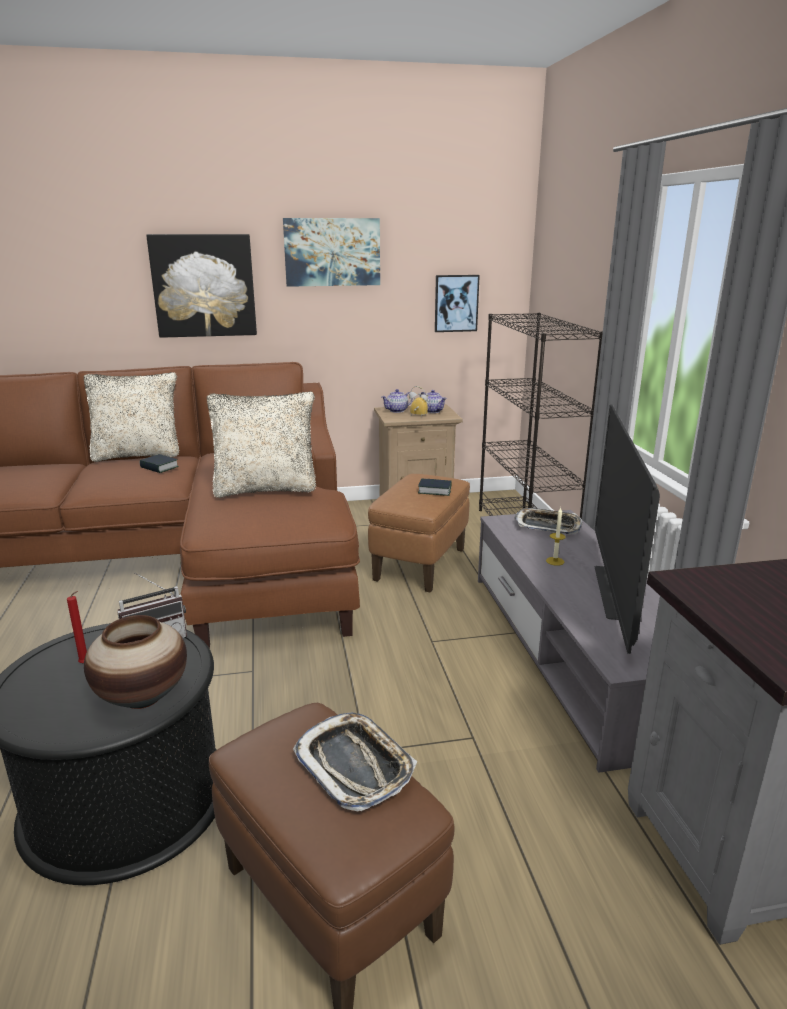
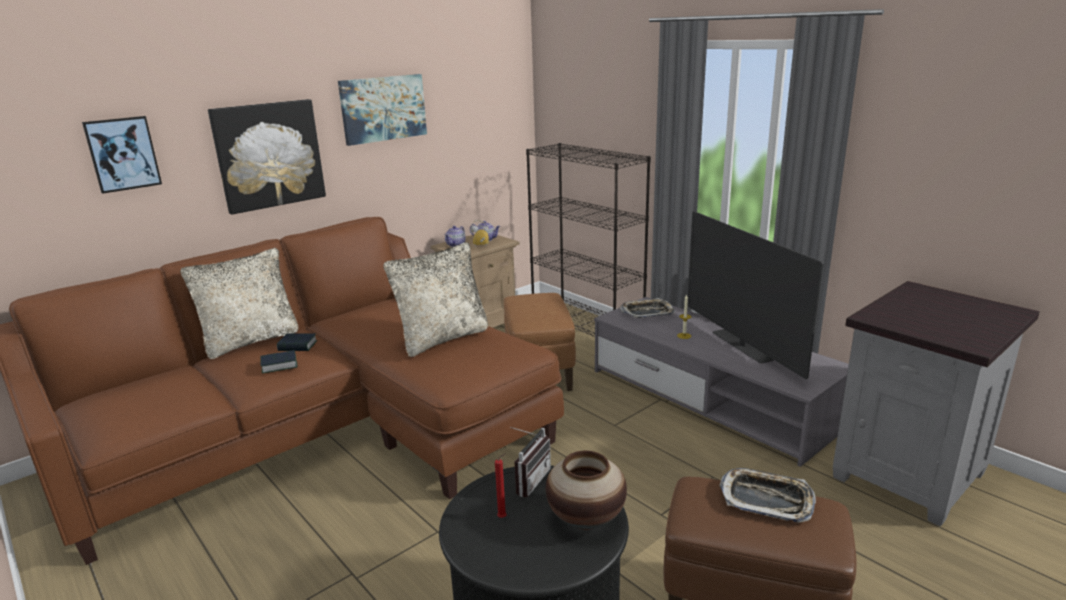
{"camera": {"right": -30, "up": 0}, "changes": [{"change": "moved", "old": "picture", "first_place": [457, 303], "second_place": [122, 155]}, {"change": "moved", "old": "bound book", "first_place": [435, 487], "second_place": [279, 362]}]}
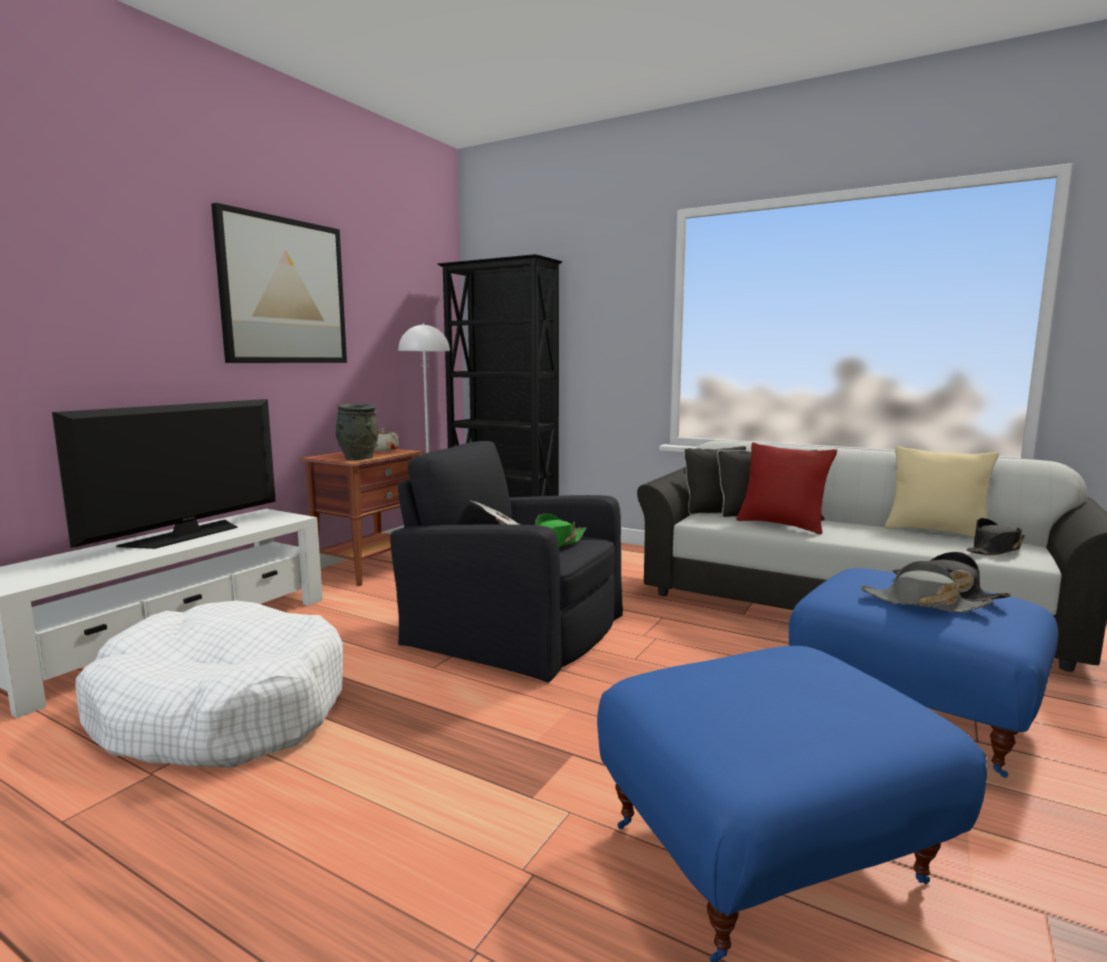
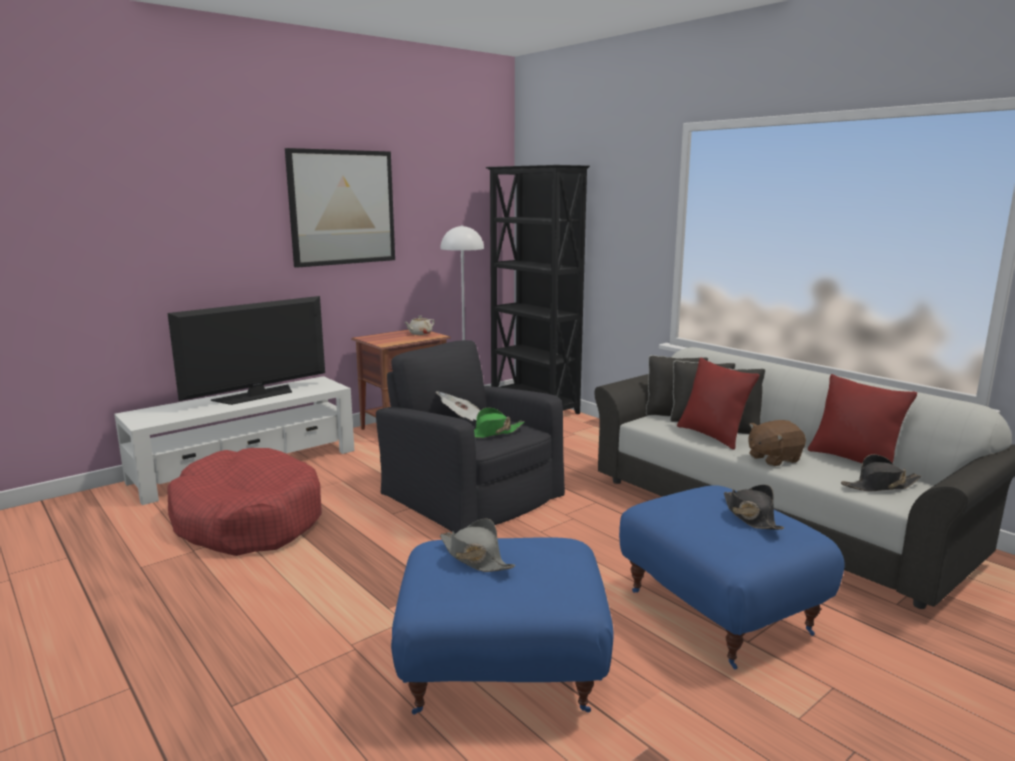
{"camera": {"right": 20, "up": 5}, "changes": [{"change": "removed", "old": "grey vase", "first_place": [357, 432]}, {"change": "recoloured", "old": "sand-coloured throw pillow", "new": "reddish throw pillow", "first_place": [942, 491], "second_place": [862, 418]}, {"change": "moved", "old": "grey hat", "first_place": [927, 586], "second_place": [477, 545]}, {"change": "recoloured", "old": "whitish dog cushion", "new": "reddish dog cushion", "first_place": [209, 684], "second_place": [244, 502]}, {"change": "added", "new": "brown-coloured cuddly toy", "second_place": [777, 443]}]}
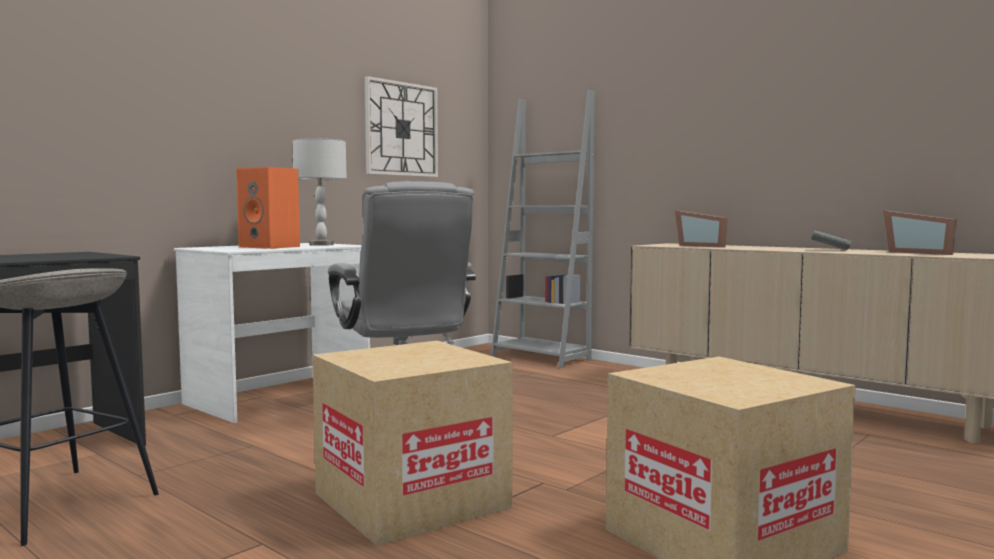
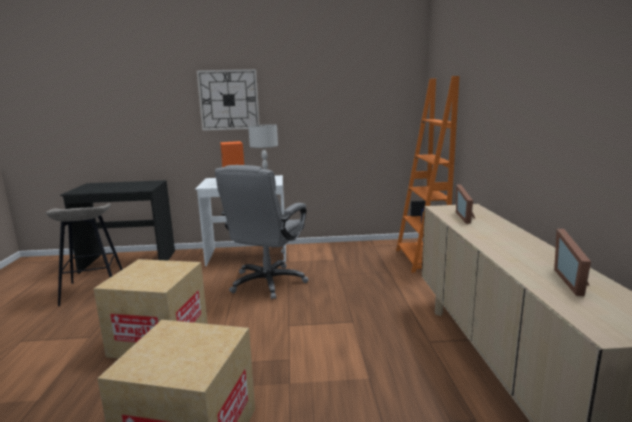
{"camera": {"right": 45, "up": 10}, "changes": [{"change": "moved", "old": "clock on the wall", "first_place": [401, 126], "second_place": [228, 100]}, {"change": "recoloured", "old": "grey bookcase", "new": "orange bookcase", "first_place": [543, 229], "second_place": [427, 174]}, {"change": "removed", "old": "grey bound book", "first_place": [831, 240]}]}
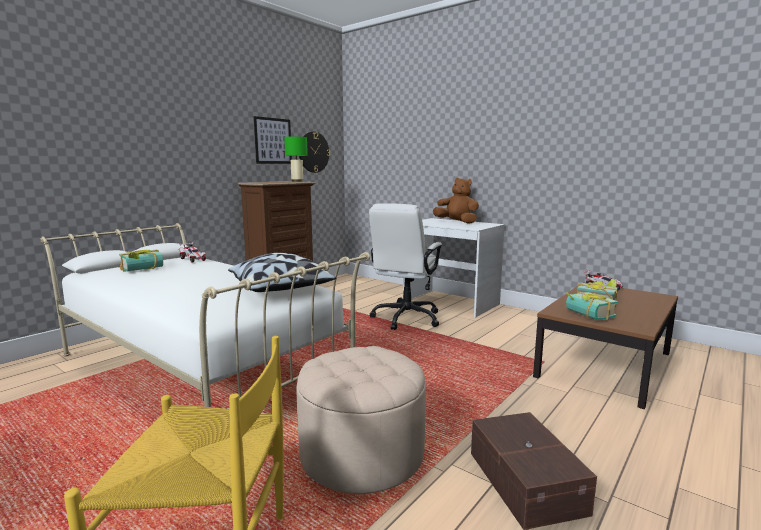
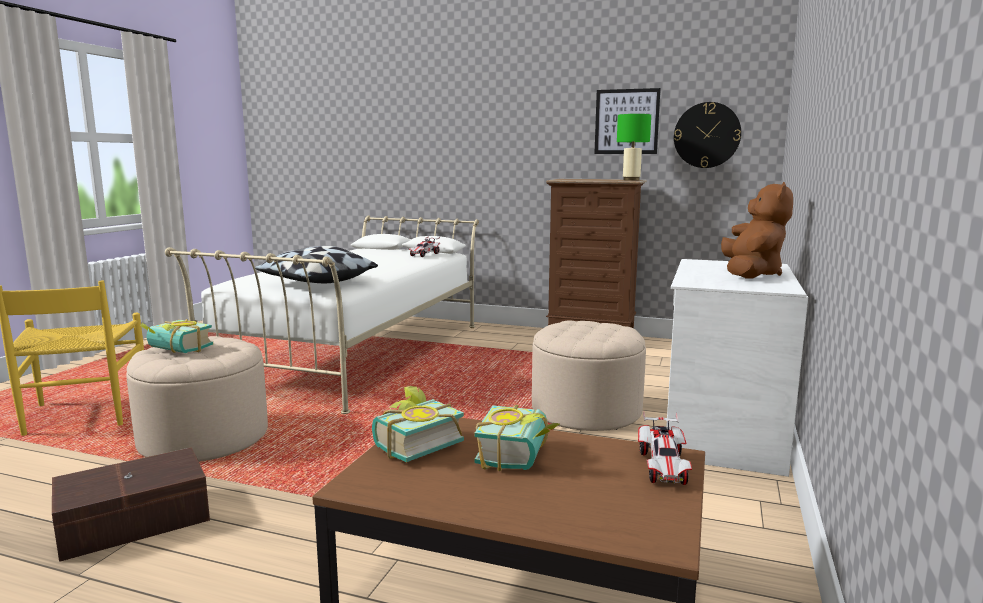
{"camera": {"right": 70, "up": 0}, "changes": [{"change": "replaced", "old": "whitish desk chair", "new": "sand-coloured pouffe", "first_place": [405, 266], "second_place": [589, 376]}, {"change": "moved", "old": "bound book", "first_place": [141, 261], "second_place": [176, 336]}]}
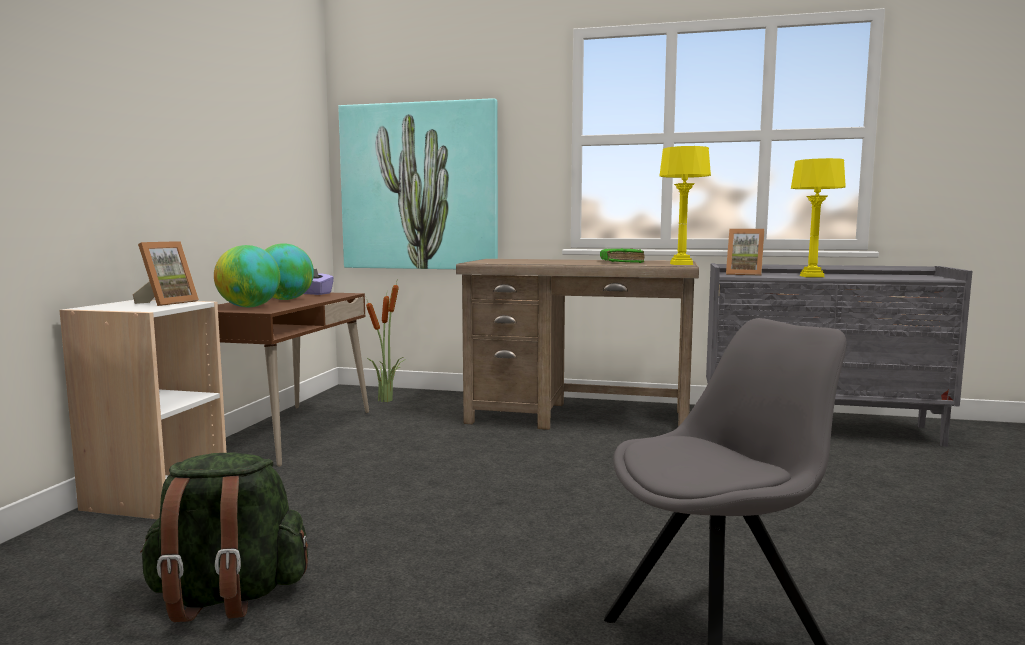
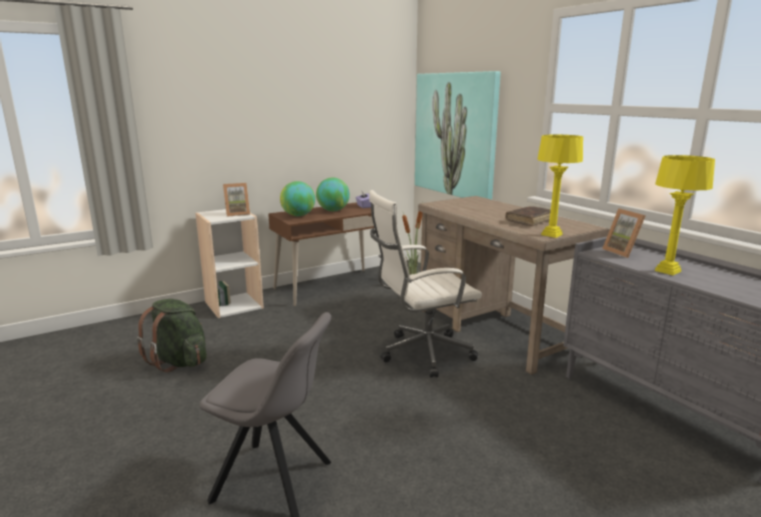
{"camera": {"right": 45, "up": 10}, "changes": [{"change": "recoloured", "old": "green-coloured bound book", "new": "brown-coloured bound book", "first_place": [622, 255], "second_place": [528, 216]}, {"change": "added", "new": "whitish desk chair", "second_place": [425, 284]}]}
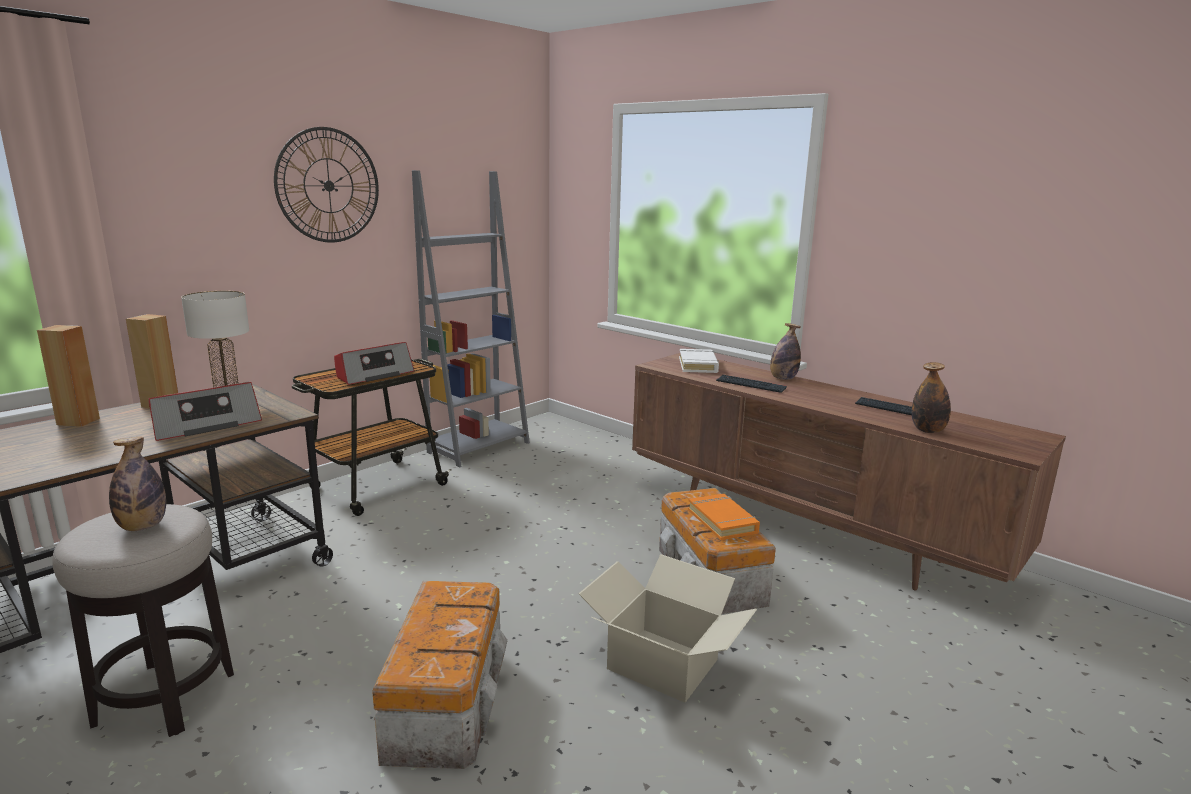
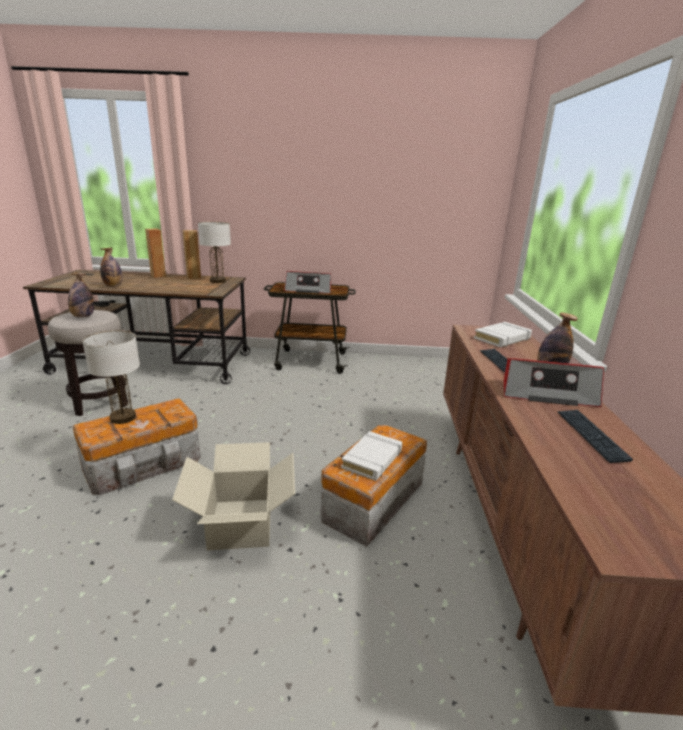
{"camera": {"right": 50, "up": 5}, "changes": [{"change": "removed", "old": "clock on the wall", "first_place": [326, 185]}, {"change": "removed", "old": "grey bookcase", "first_place": [471, 319]}, {"change": "moved", "old": "beverage bottle", "first_place": [931, 397], "second_place": [111, 266]}, {"change": "moved", "old": "radio receiver", "first_place": [205, 411], "second_place": [554, 382]}, {"change": "recoloured", "old": "orange bound book", "new": "whitish bound book", "first_place": [724, 517], "second_place": [371, 456]}, {"change": "added", "new": "table lamp", "second_place": [111, 377]}]}
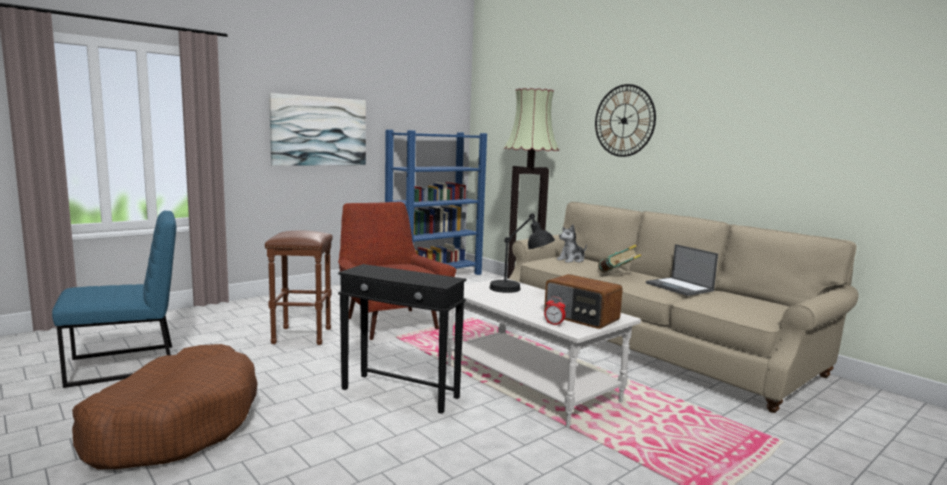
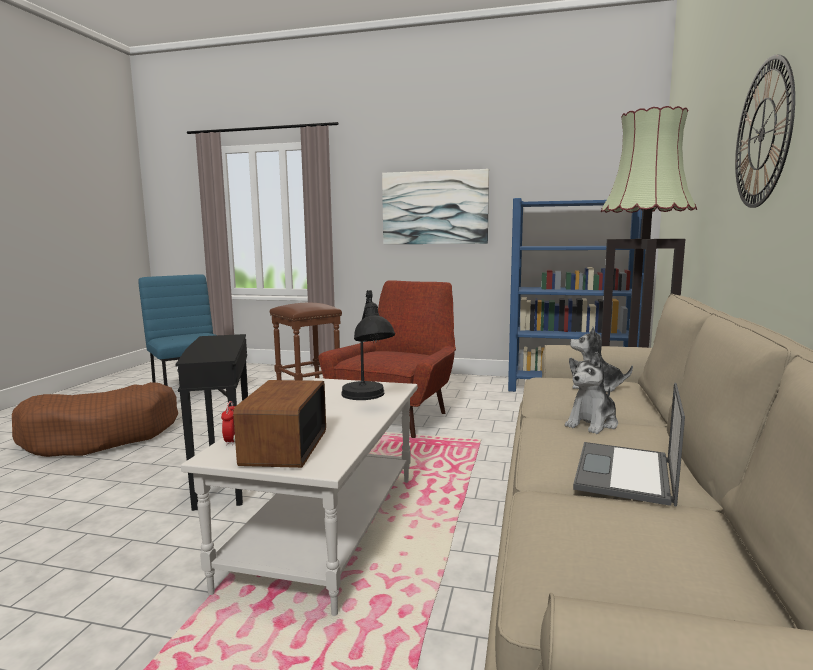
{"camera": {"right": 55, "up": 0}, "changes": [{"change": "turned", "old": "blue plain chair", "first_place": [114, 299], "second_place": [182, 335], "degrees": -150}, {"change": "replaced", "old": "bound book", "new": "cuddly toy", "first_place": [619, 258], "second_place": [591, 393]}]}
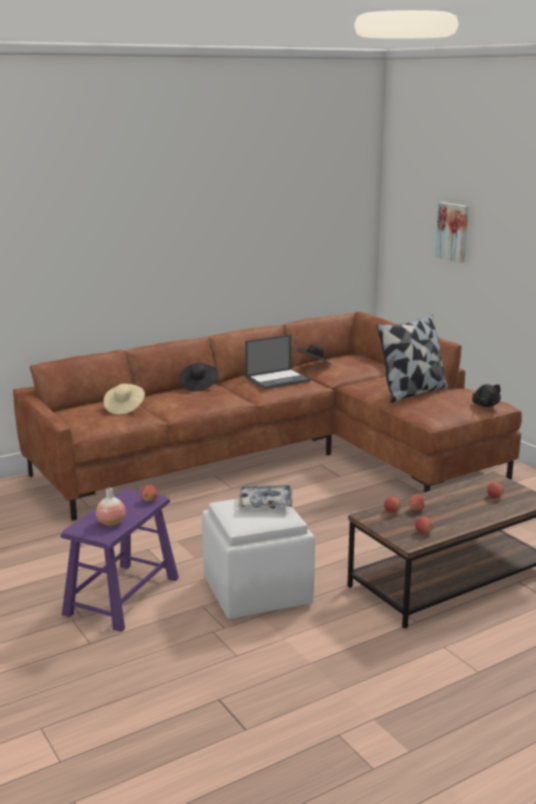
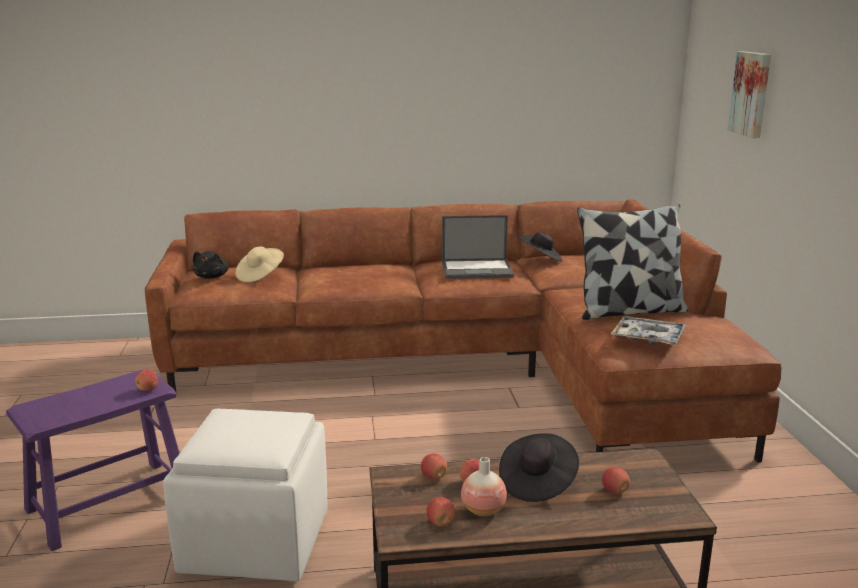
{"camera": {"right": 25, "up": 0}, "changes": [{"change": "moved", "old": "blackish hat", "first_place": [199, 377], "second_place": [539, 467]}, {"change": "moved", "old": "blackish cuddly toy", "first_place": [486, 395], "second_place": [211, 265]}, {"change": "moved", "old": "serving tray", "first_place": [265, 497], "second_place": [648, 331]}, {"change": "moved", "old": "vase", "first_place": [111, 507], "second_place": [484, 487]}]}
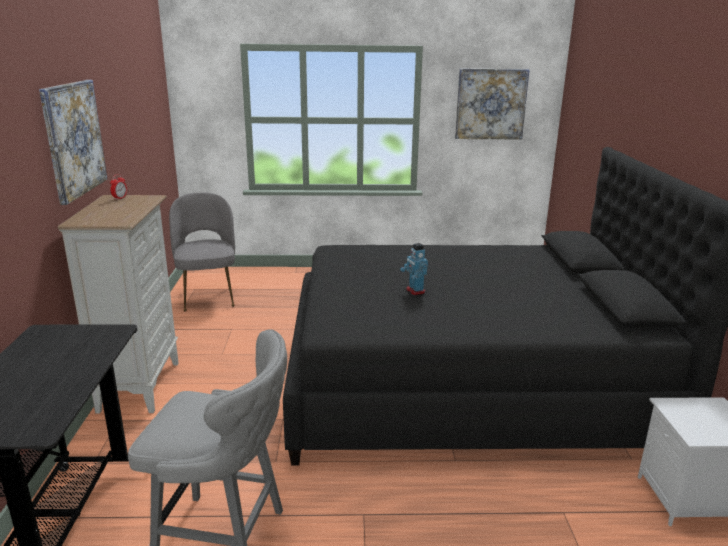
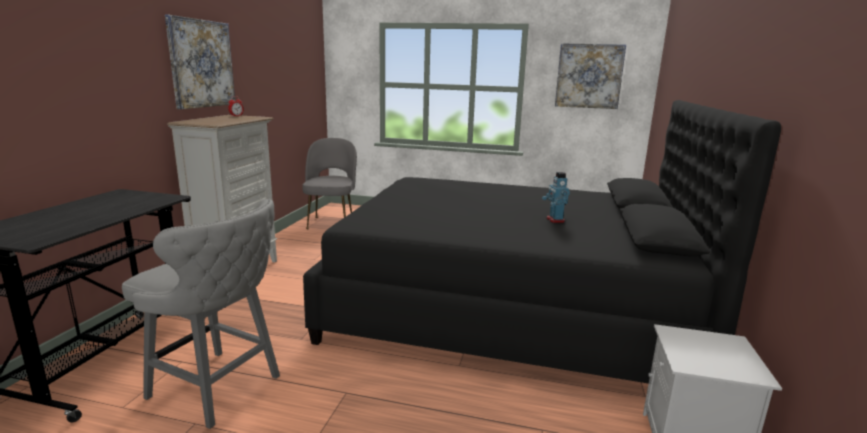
{"camera": {"right": 15, "up": -5}, "changes": [{"change": "moved", "old": "toy robot", "first_place": [414, 269], "second_place": [556, 197]}]}
